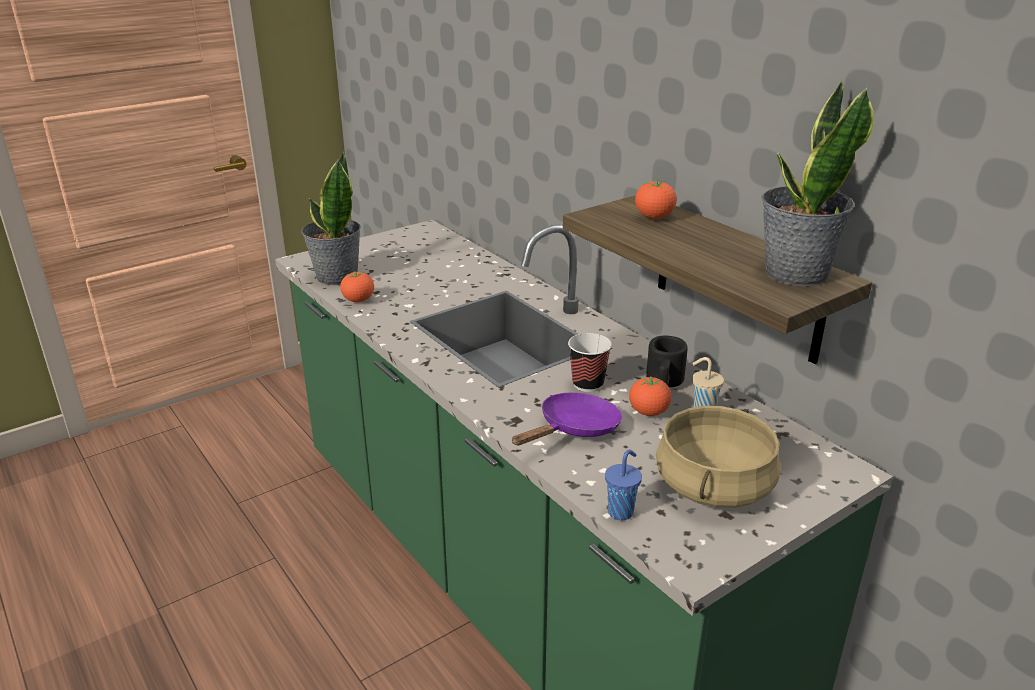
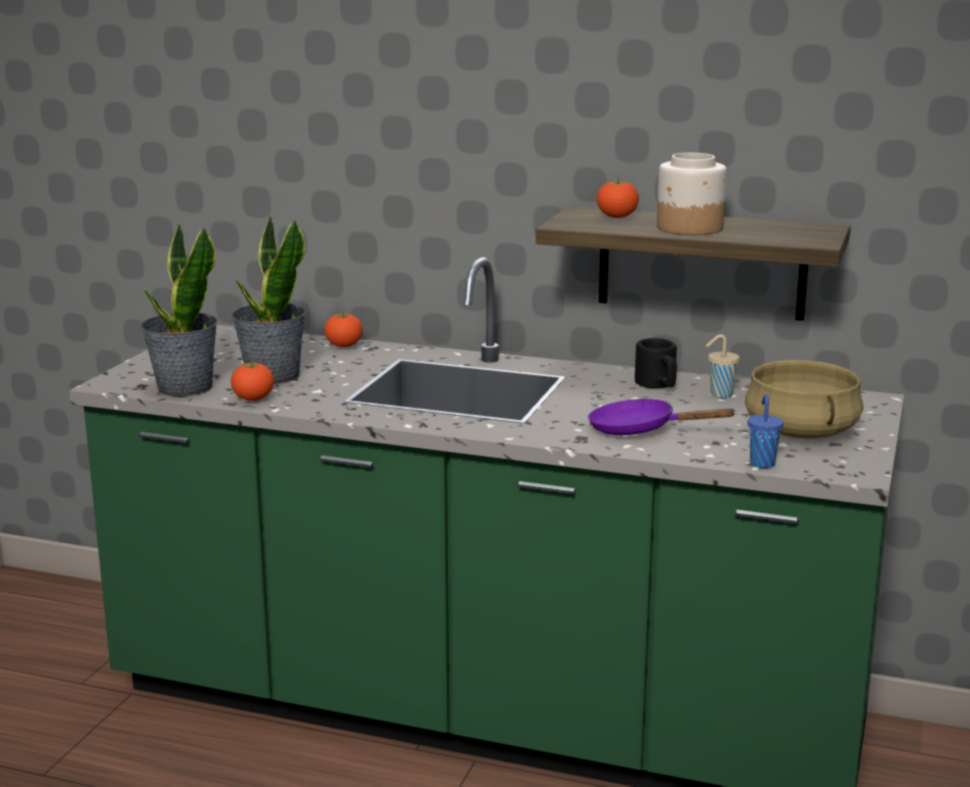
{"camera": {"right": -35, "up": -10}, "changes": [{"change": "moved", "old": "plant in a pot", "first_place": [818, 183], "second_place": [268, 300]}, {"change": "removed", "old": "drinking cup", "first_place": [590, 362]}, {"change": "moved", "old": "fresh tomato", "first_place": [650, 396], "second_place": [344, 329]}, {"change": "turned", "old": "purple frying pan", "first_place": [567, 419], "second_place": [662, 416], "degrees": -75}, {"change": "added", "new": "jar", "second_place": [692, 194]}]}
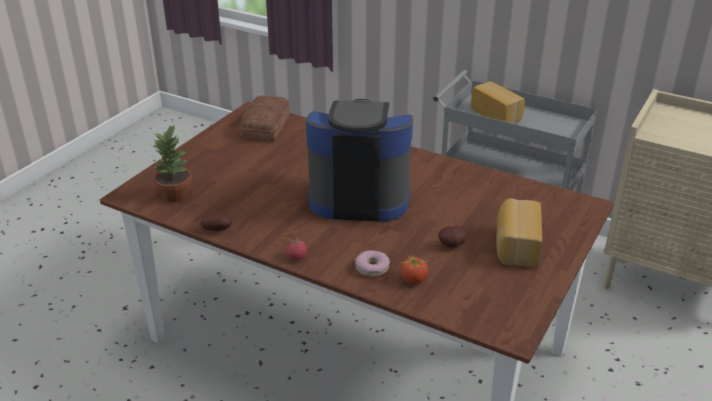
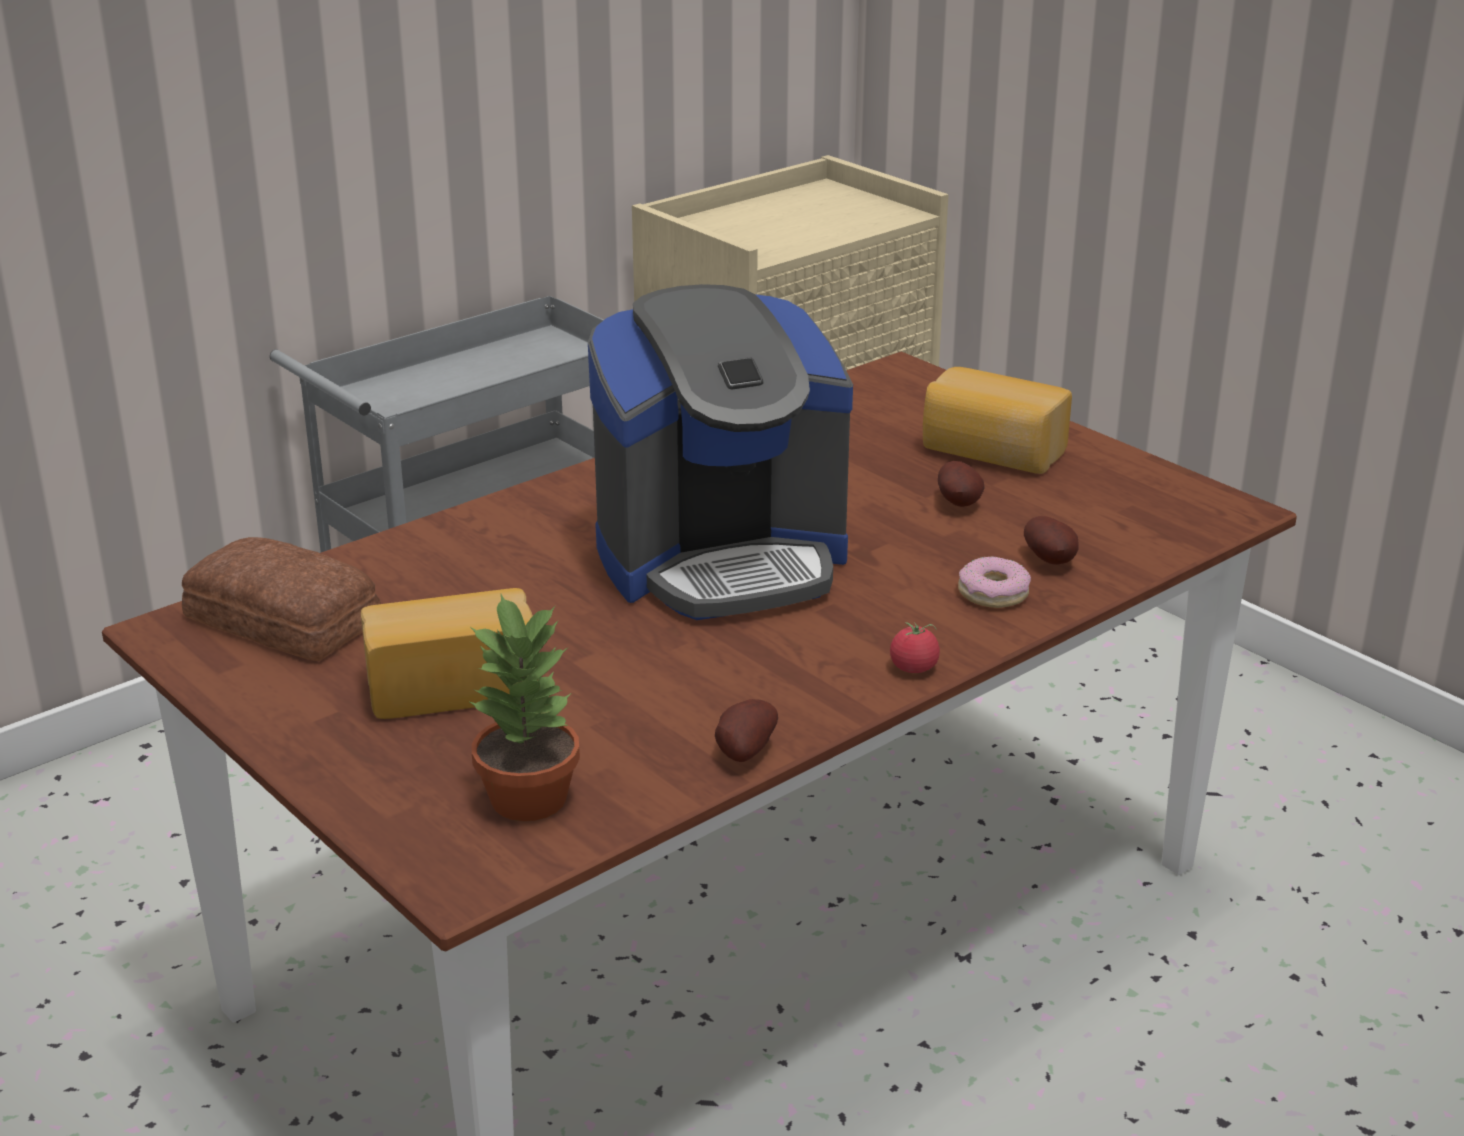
{"camera": {"right": -70, "up": -5}, "changes": [{"change": "moved", "old": "bread", "first_place": [498, 102], "second_place": [447, 653]}, {"change": "turned", "old": "coffee brewer", "first_place": [359, 160], "second_place": [720, 452], "degrees": -135}, {"change": "replaced", "old": "fresh tomato", "new": "whole potato", "first_place": [414, 269], "second_place": [1051, 540]}]}
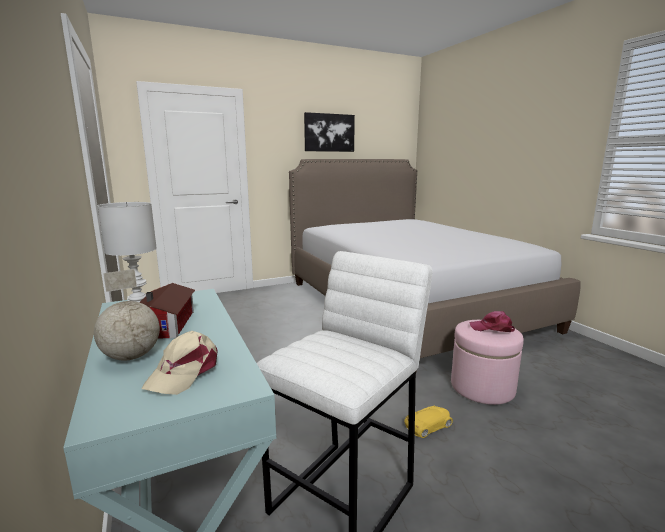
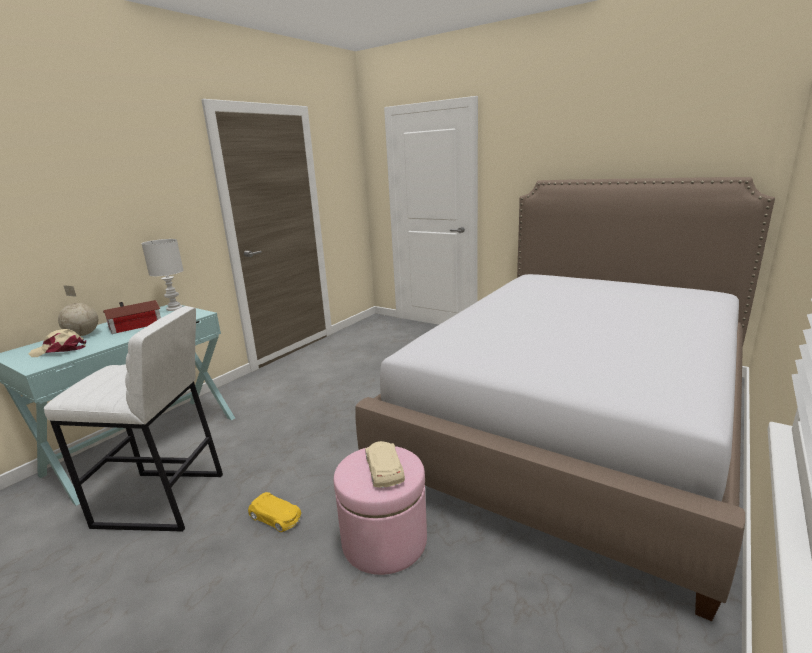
{"camera": {"right": 60, "up": 5}, "changes": [{"change": "removed", "old": "picture", "first_place": [329, 132]}, {"change": "replaced", "old": "pink cap", "new": "sand-coloured model car", "first_place": [492, 321], "second_place": [385, 464]}]}
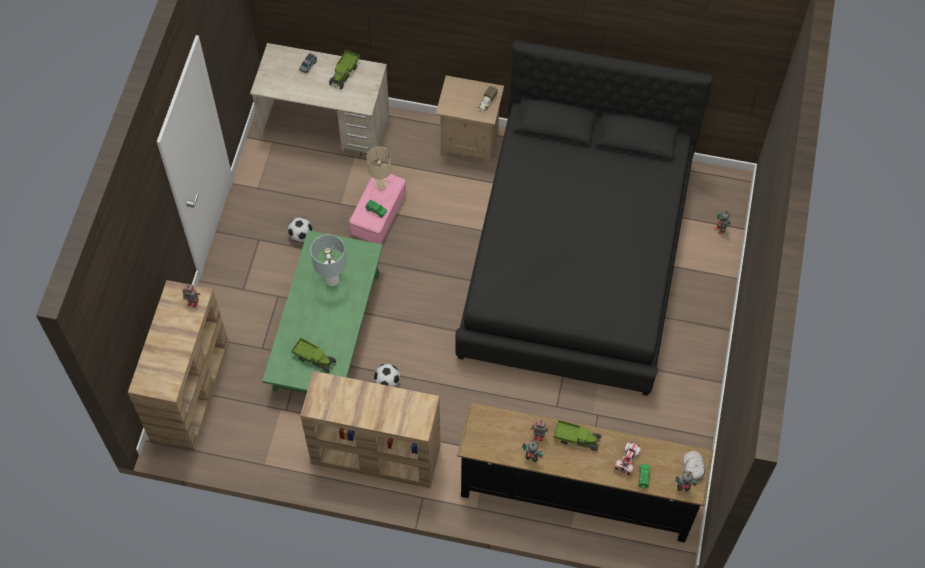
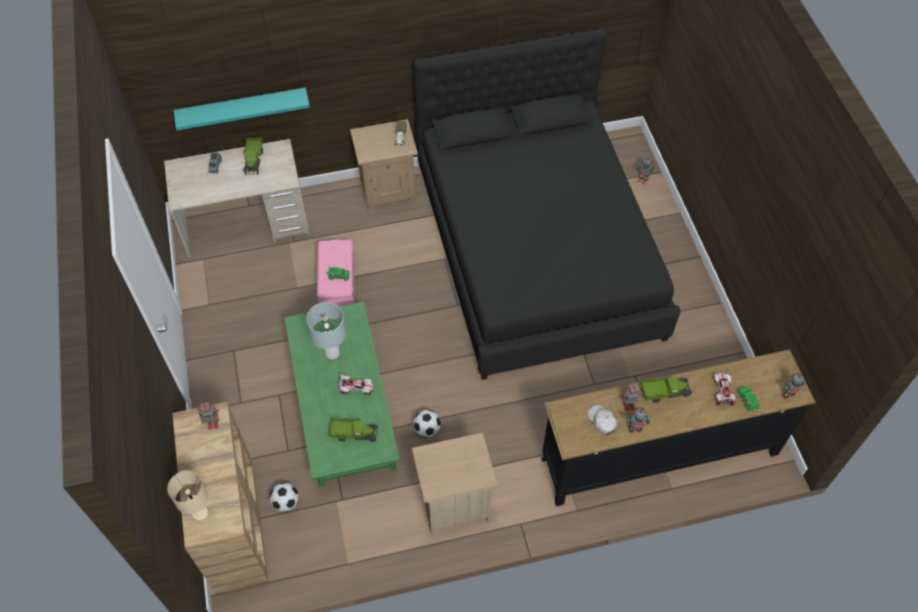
{"camera": {"right": -25, "up": -5}, "changes": [{"change": "moved", "old": "sand-coloured table lamp", "first_place": [379, 168], "second_place": [187, 496]}, {"change": "moved", "old": "football ball", "first_place": [300, 229], "second_place": [284, 497]}, {"change": "replaced", "old": "brown-coloured bookcase", "new": "sand-coloured bedside table", "first_place": [370, 429], "second_place": [454, 484]}, {"change": "moved", "old": "whitish cap", "first_place": [695, 466], "second_place": [602, 420]}, {"change": "added", "new": "turquoise bracket shelf", "second_place": [242, 109]}, {"change": "added", "new": "model car", "second_place": [355, 384]}]}
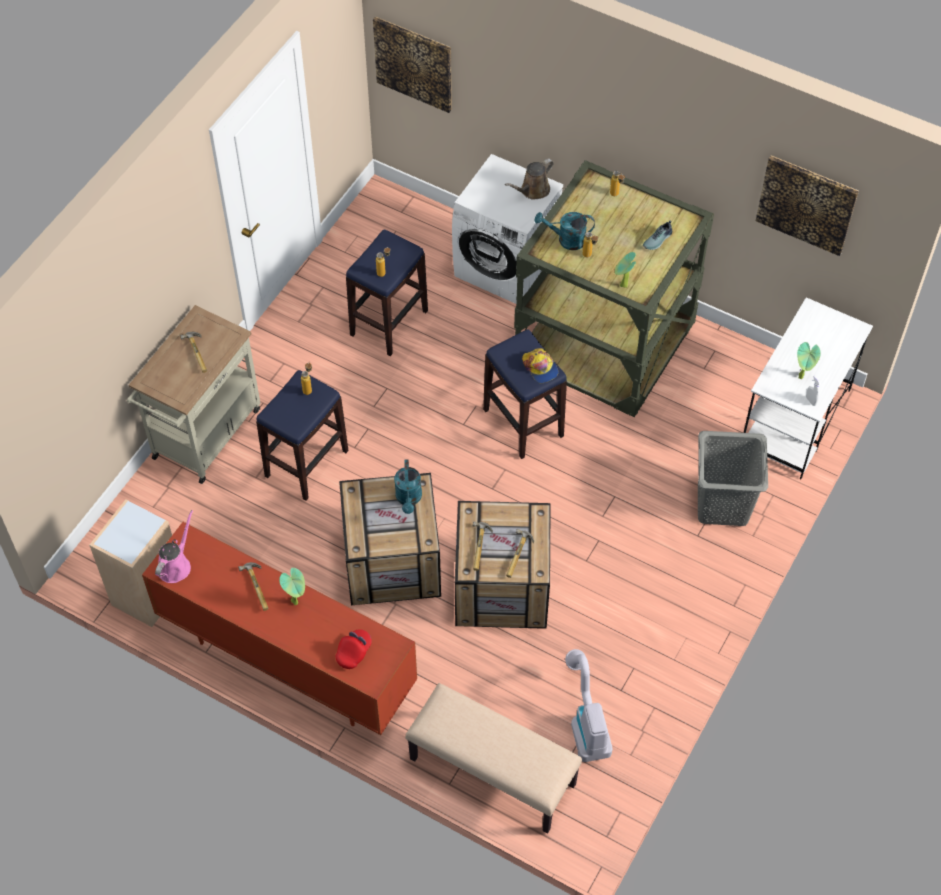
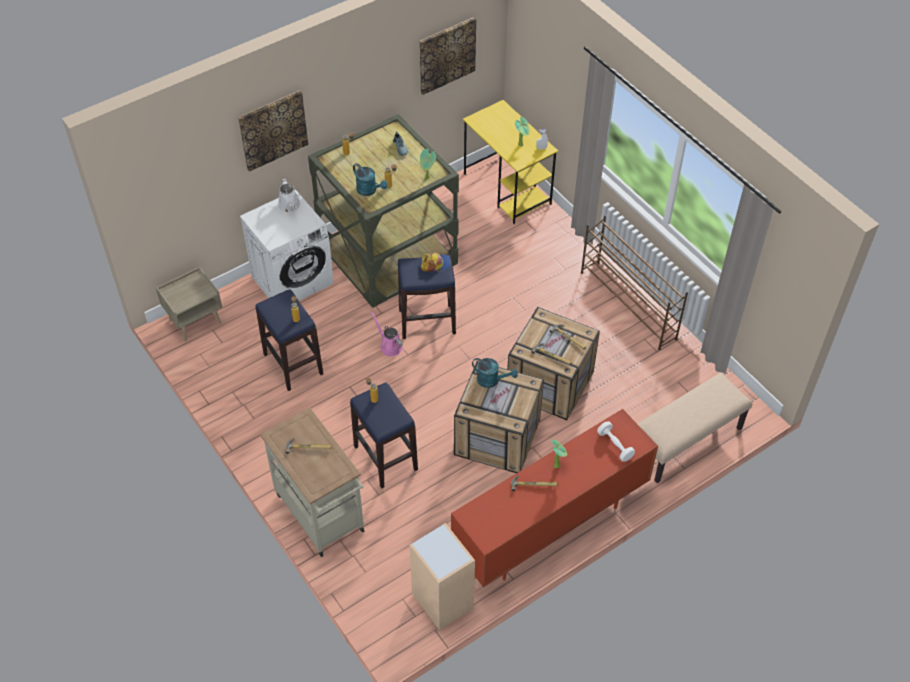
{"camera": {"right": -65, "up": -5}, "changes": [{"change": "moved", "old": "picture", "first_place": [412, 64], "second_place": [273, 131]}, {"change": "recoloured", "old": "brown-coloured watering can", "new": "whitish watering can", "first_place": [529, 179], "second_place": [289, 195]}, {"change": "turned", "old": "turquoise watering can", "first_place": [564, 231], "second_place": [370, 179], "degrees": -75}, {"change": "recoloured", "old": "whitish desk unit", "new": "yellow-coloured desk unit", "first_place": [808, 388], "second_place": [510, 162]}, {"change": "removed", "old": "grey laundry basket", "first_place": [733, 478]}, {"change": "moved", "old": "pink watering can", "first_place": [174, 546], "second_place": [386, 333]}, {"change": "replaced", "old": "reddish cap", "new": "whitish hand weight", "first_place": [354, 649], "second_place": [616, 441]}, {"change": "removed", "old": "vacuum", "first_place": [589, 705]}, {"change": "added", "new": "brown-coloured shoe shelf", "second_place": [634, 282]}, {"change": "added", "new": "sand-coloured bedside table", "second_place": [189, 304]}]}
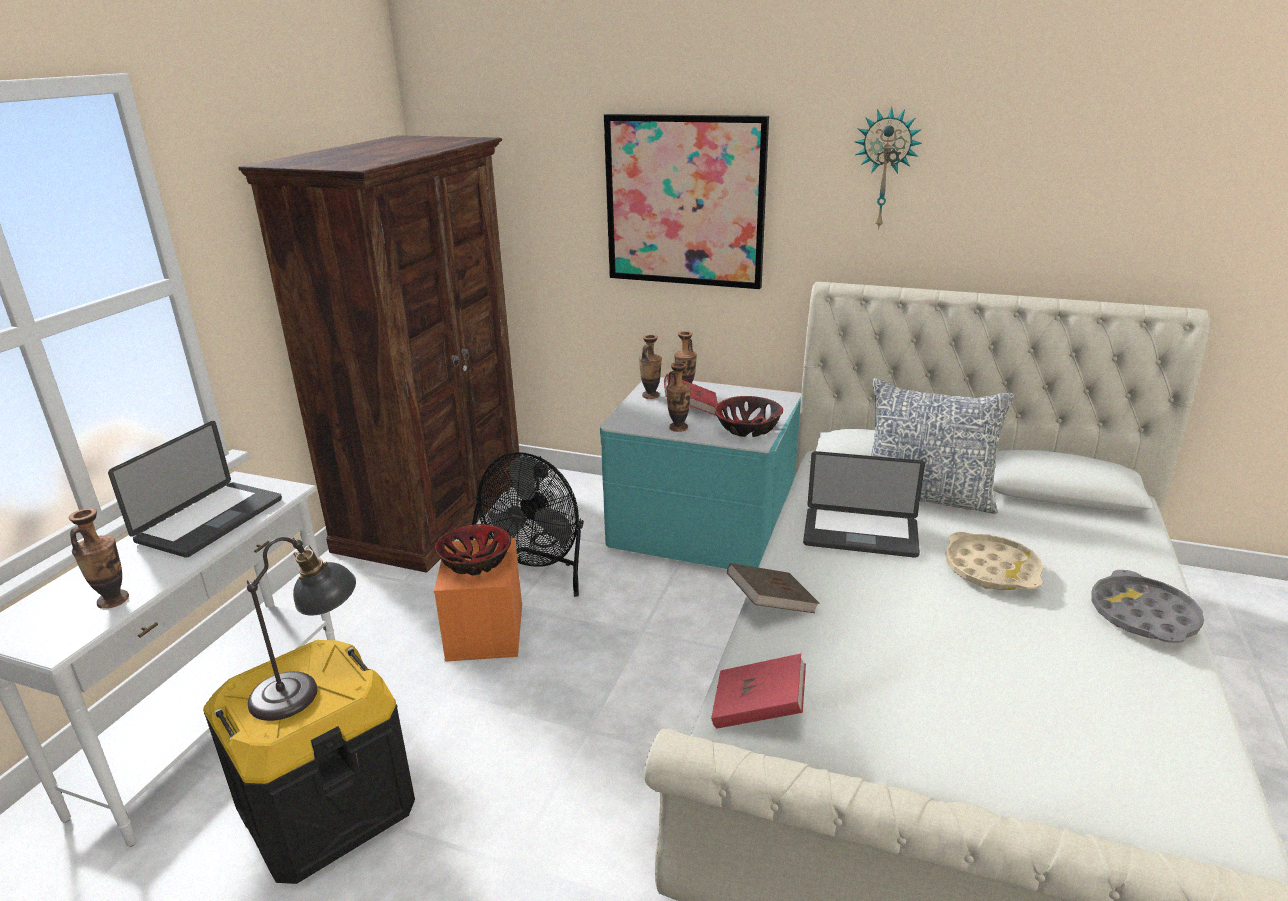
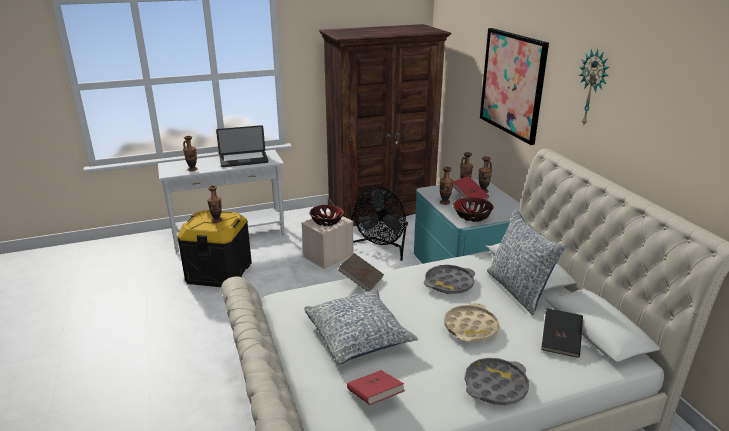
{"camera": {"right": 50, "up": 0}, "changes": [{"change": "replaced", "old": "laptop", "new": "grey serving tray", "first_place": [864, 504], "second_place": [449, 279]}, {"change": "turned", "old": "blackish cooling fan", "first_place": [527, 524], "second_place": [379, 224], "degrees": -45}, {"change": "replaced", "old": "grey table lamp", "new": "vase", "first_place": [301, 629], "second_place": [214, 204]}, {"change": "recoloured", "old": "orange storage container", "new": "sand-coloured storage container", "first_place": [478, 600], "second_place": [327, 240]}, {"change": "moved", "old": "reddish bound book", "first_place": [758, 691], "second_place": [376, 387]}, {"change": "added", "new": "throw pillow", "second_place": [361, 327]}, {"change": "added", "new": "blackish bound book", "second_place": [562, 333]}]}
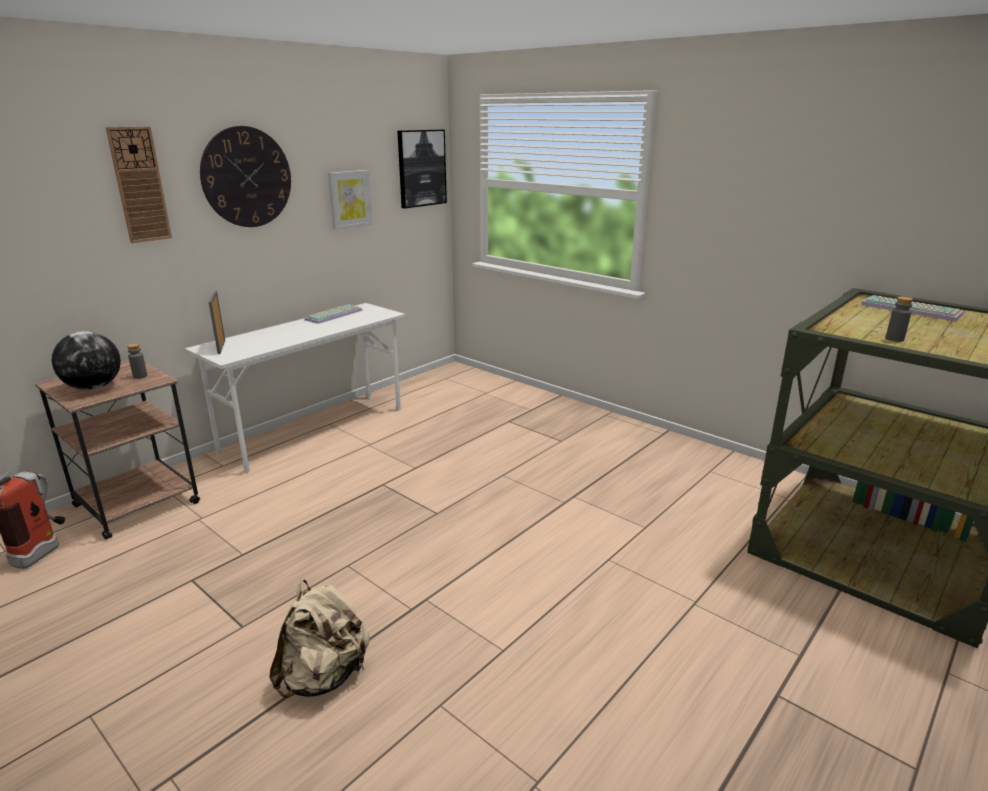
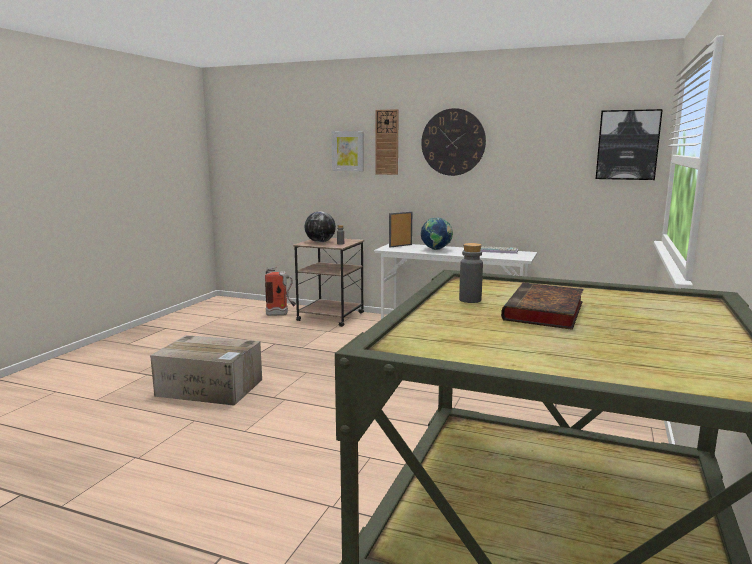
{"camera": {"right": 70, "up": -10}, "changes": [{"change": "moved", "old": "picture", "first_place": [350, 200], "second_place": [347, 151]}, {"change": "removed", "old": "keyboard", "first_place": [912, 308]}, {"change": "replaced", "old": "sand-coloured rucksack", "new": "cardboard box", "first_place": [319, 639], "second_place": [206, 370]}, {"change": "added", "new": "desk globe", "second_place": [437, 233]}, {"change": "added", "new": "bound book", "second_place": [542, 306]}]}
